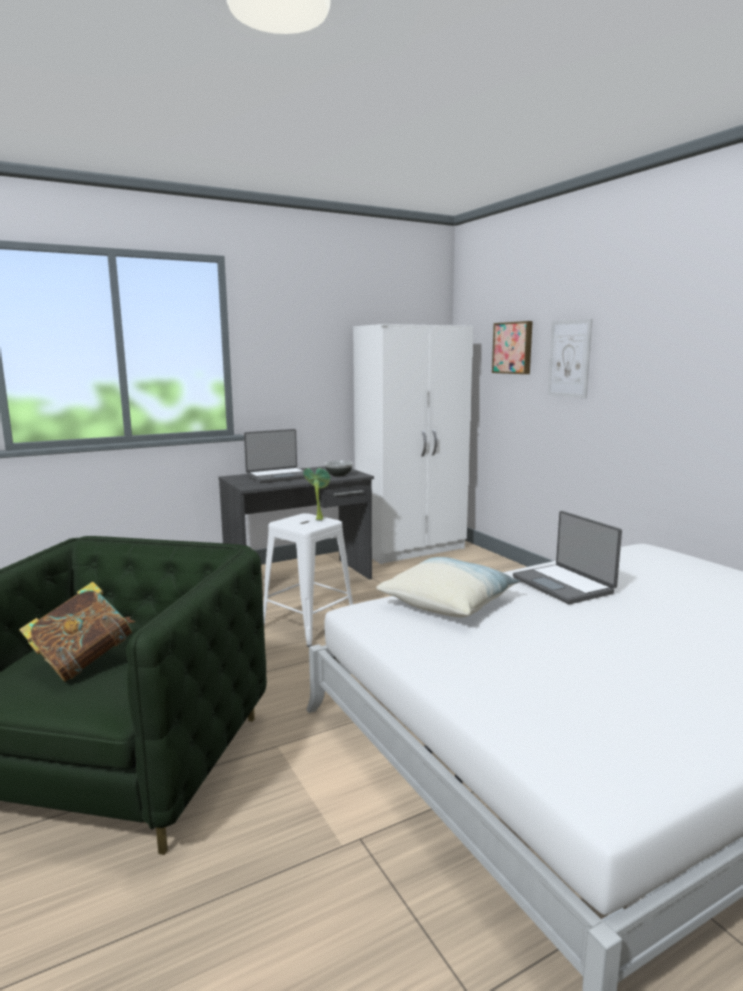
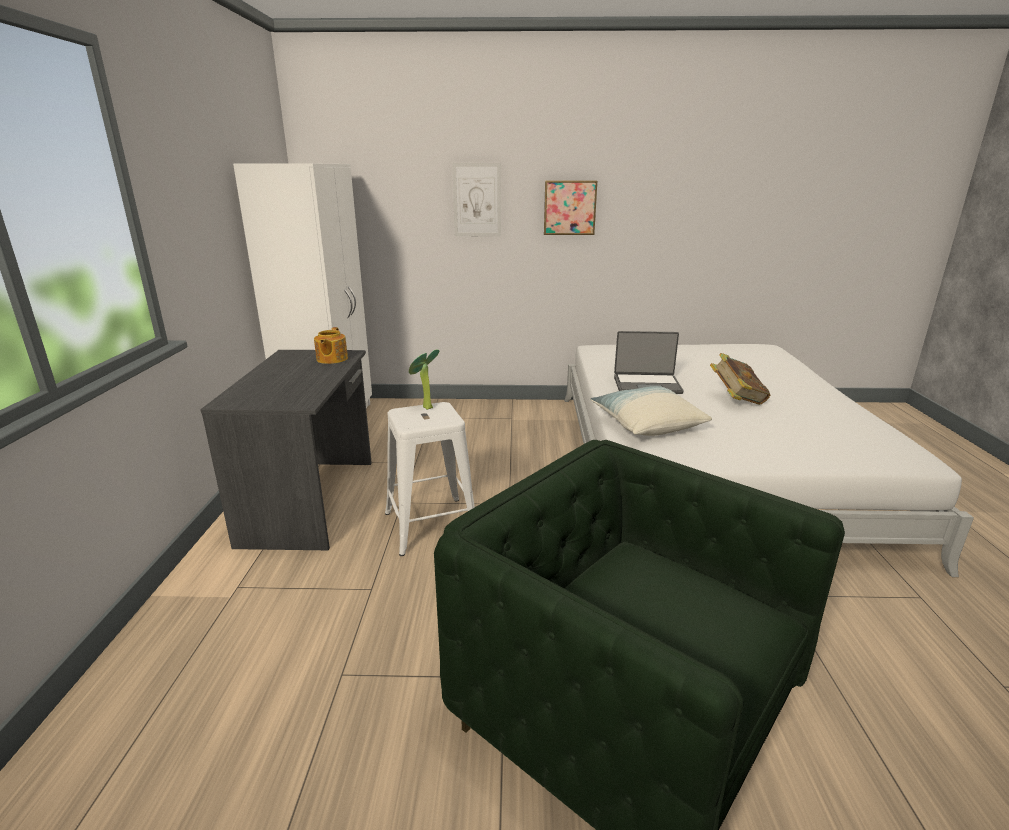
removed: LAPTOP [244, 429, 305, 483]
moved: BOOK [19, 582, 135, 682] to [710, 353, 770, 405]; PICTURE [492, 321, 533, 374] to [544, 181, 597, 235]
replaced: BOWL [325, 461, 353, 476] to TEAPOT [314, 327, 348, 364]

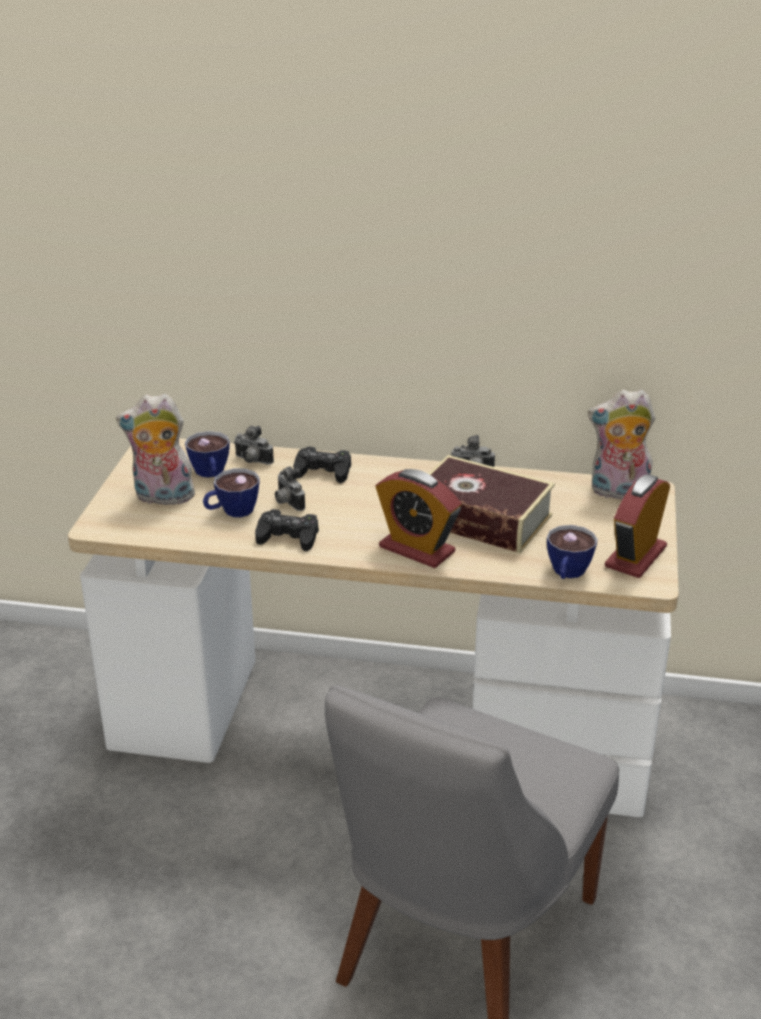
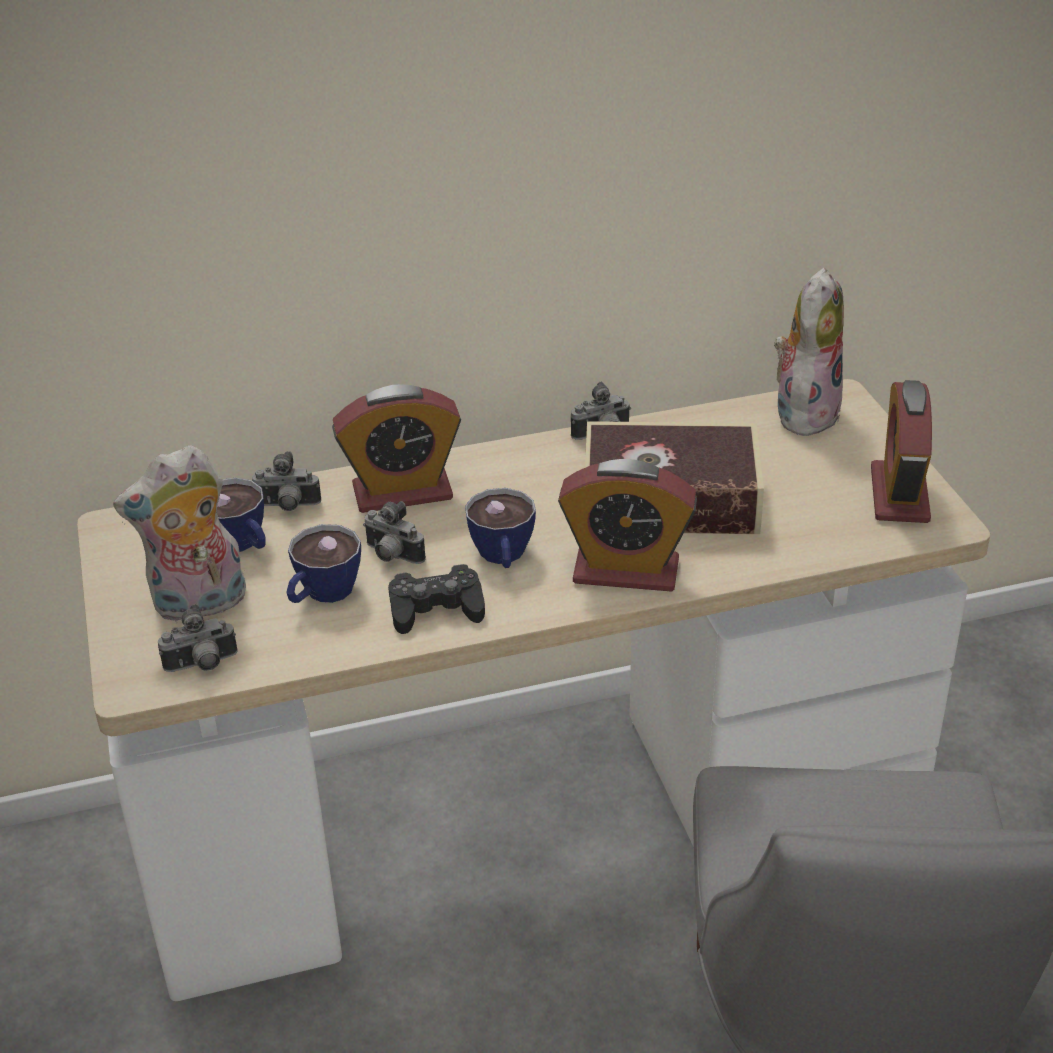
added: PHOTO CAMERA [158, 604, 238, 672]
moved: CUP [547, 525, 598, 579] to [465, 488, 536, 568]
replaced: BLACK GAME CONTROLLER [293, 447, 351, 483] to ALARM CLOCK [332, 385, 461, 513]
turned: PLUSH TOY [588, 390, 655, 499] = [774, 268, 844, 436] 135 degrees clockwise

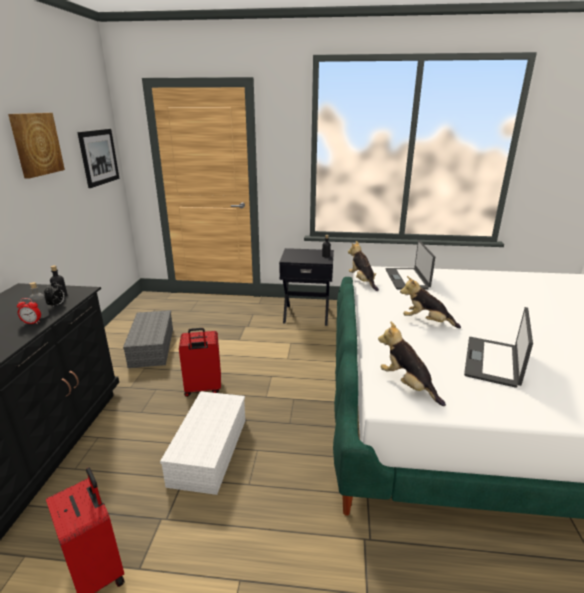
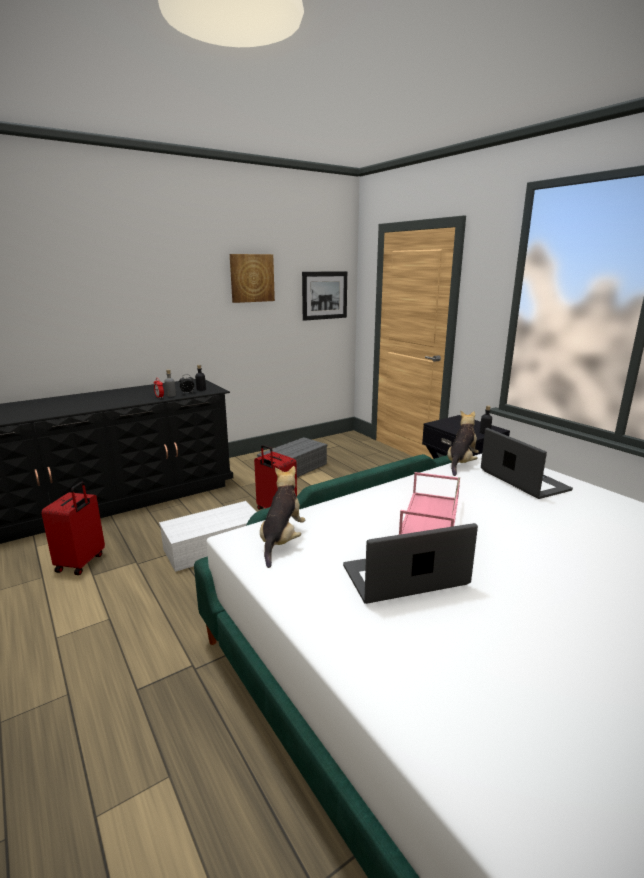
replaced: PLUSH TOY [400, 276, 461, 328] to PINK TRAY [399, 472, 460, 535]
turned: LAPTOP [385, 240, 435, 289] = [481, 428, 573, 499] 105 degrees clockwise

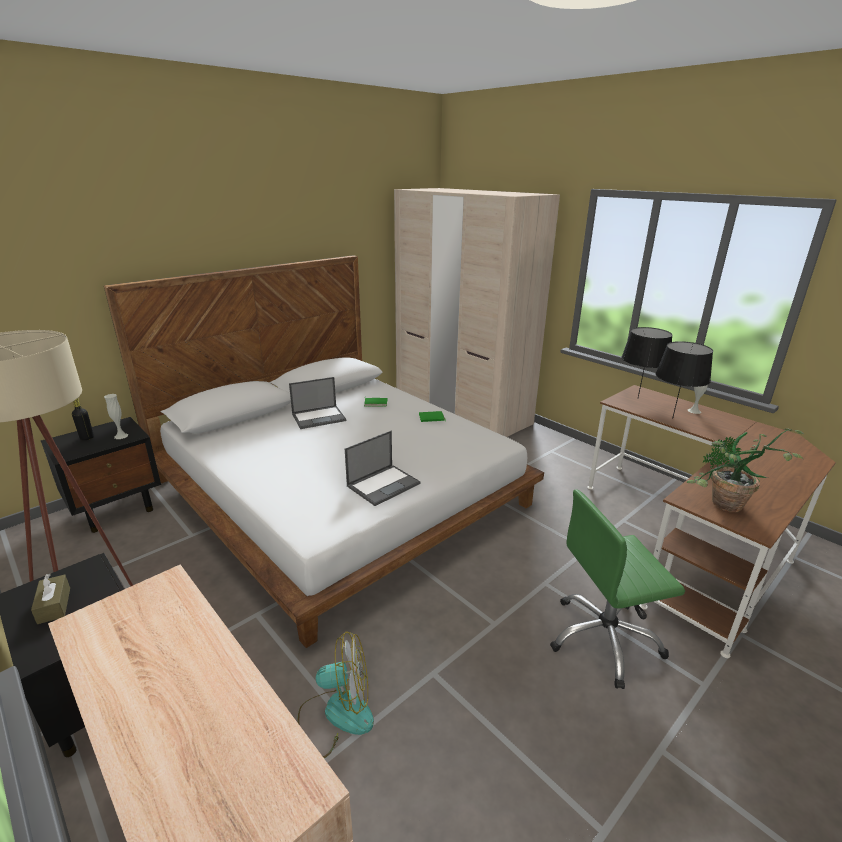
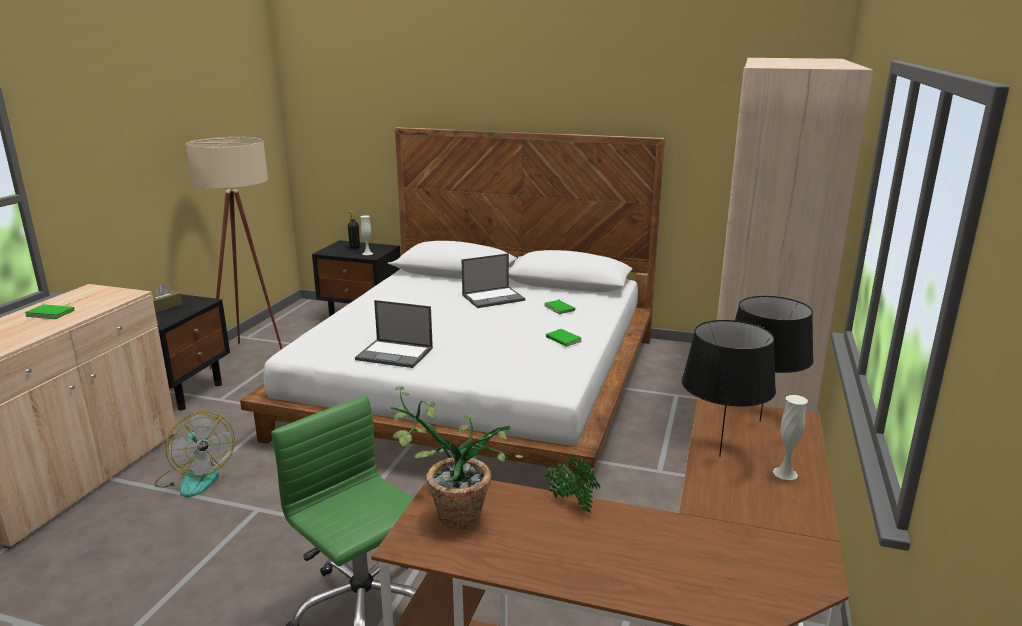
added: GREEN BOOK [25, 302, 75, 319]
turned: LAPTOP [289, 377, 346, 429] = [462, 253, 525, 308] 60 degrees counterclockwise

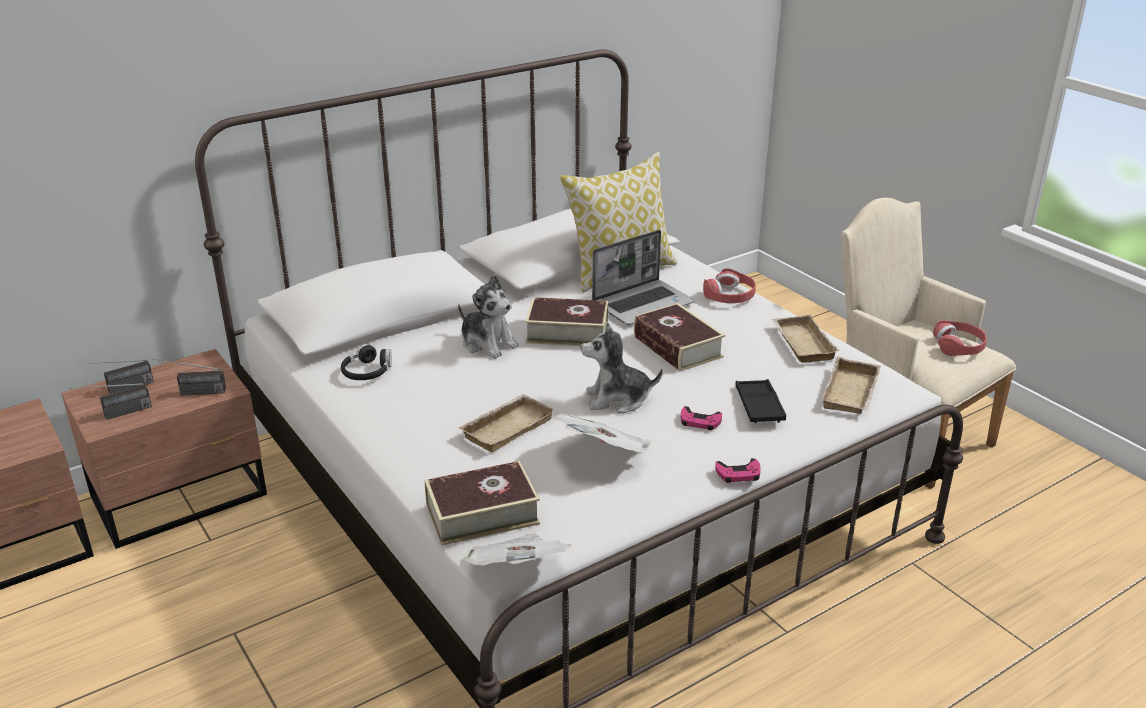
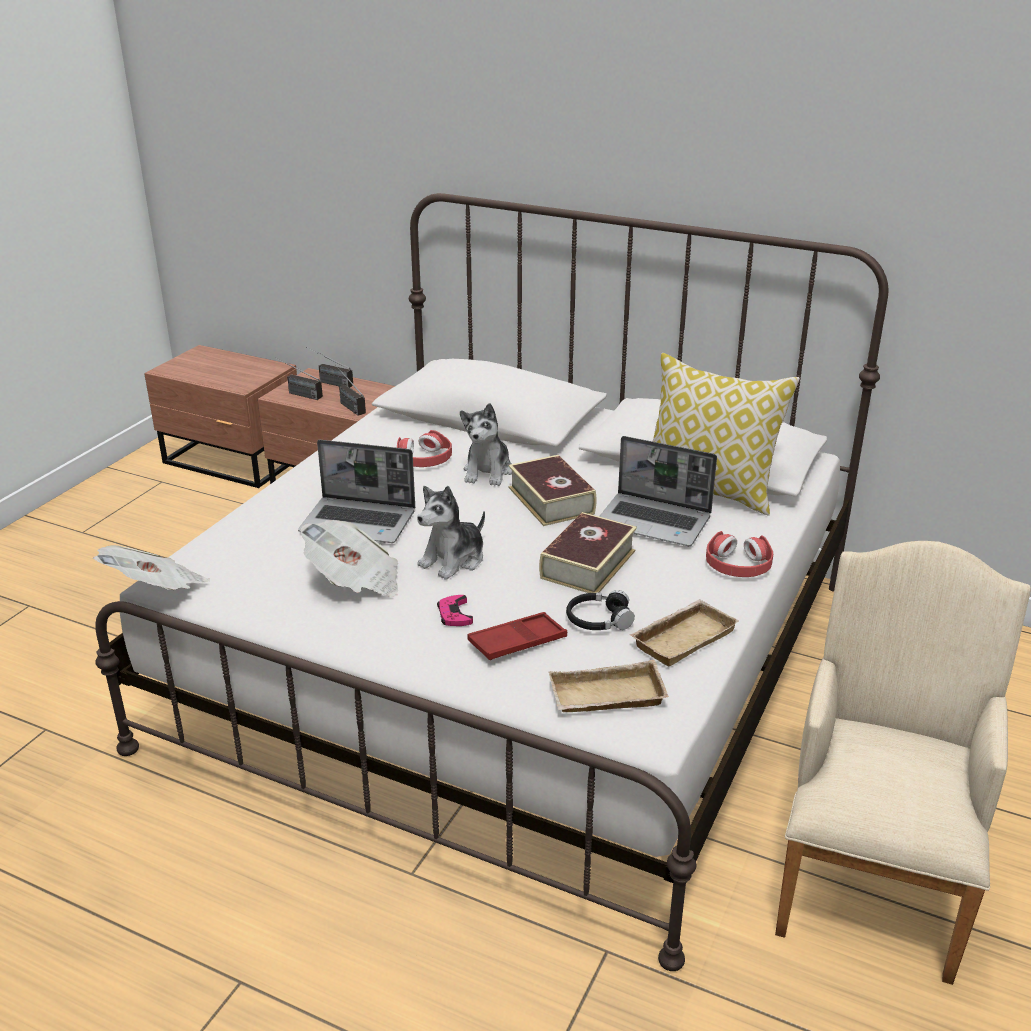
removed: BOOK [424, 461, 540, 546]; PINK GAME CONTROLLER [715, 458, 760, 483]
moved: BLACK HEADPHONES [341, 344, 392, 380] to [566, 590, 635, 630]; RED HEADPHONES [933, 320, 987, 356] to [397, 430, 452, 467]
replaced: BEIGE TRAY [458, 394, 555, 452] to LAPTOP [298, 440, 415, 543]
recoloured: BLACK TRAY [735, 379, 786, 424] to RED TRAY [468, 612, 567, 660]
turned: PLUSH TOY [581, 323, 663, 414] = [417, 486, 485, 580] 105 degrees counterclockwise

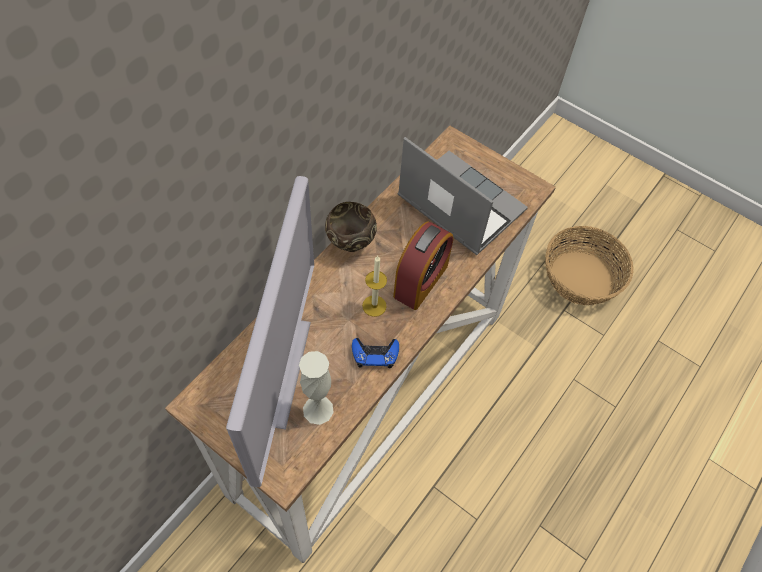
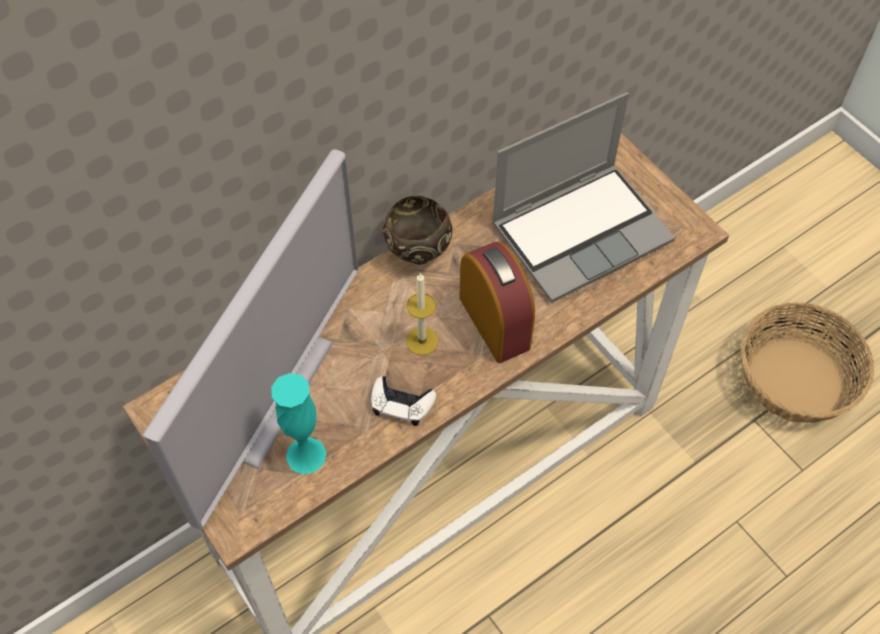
recoloured: WHITE VASE [299, 351, 334, 425] to TURQUOISE VASE [271, 373, 327, 474]; BLUE GAME CONTROLLER [352, 338, 399, 368] to WHITE GAME CONTROLLER [371, 376, 436, 426]
turned: ALARM CLOCK [393, 222, 454, 310] = [459, 242, 535, 363] 75 degrees counterclockwise; LAPTOP [398, 137, 528, 255] = [492, 92, 675, 303] 90 degrees clockwise

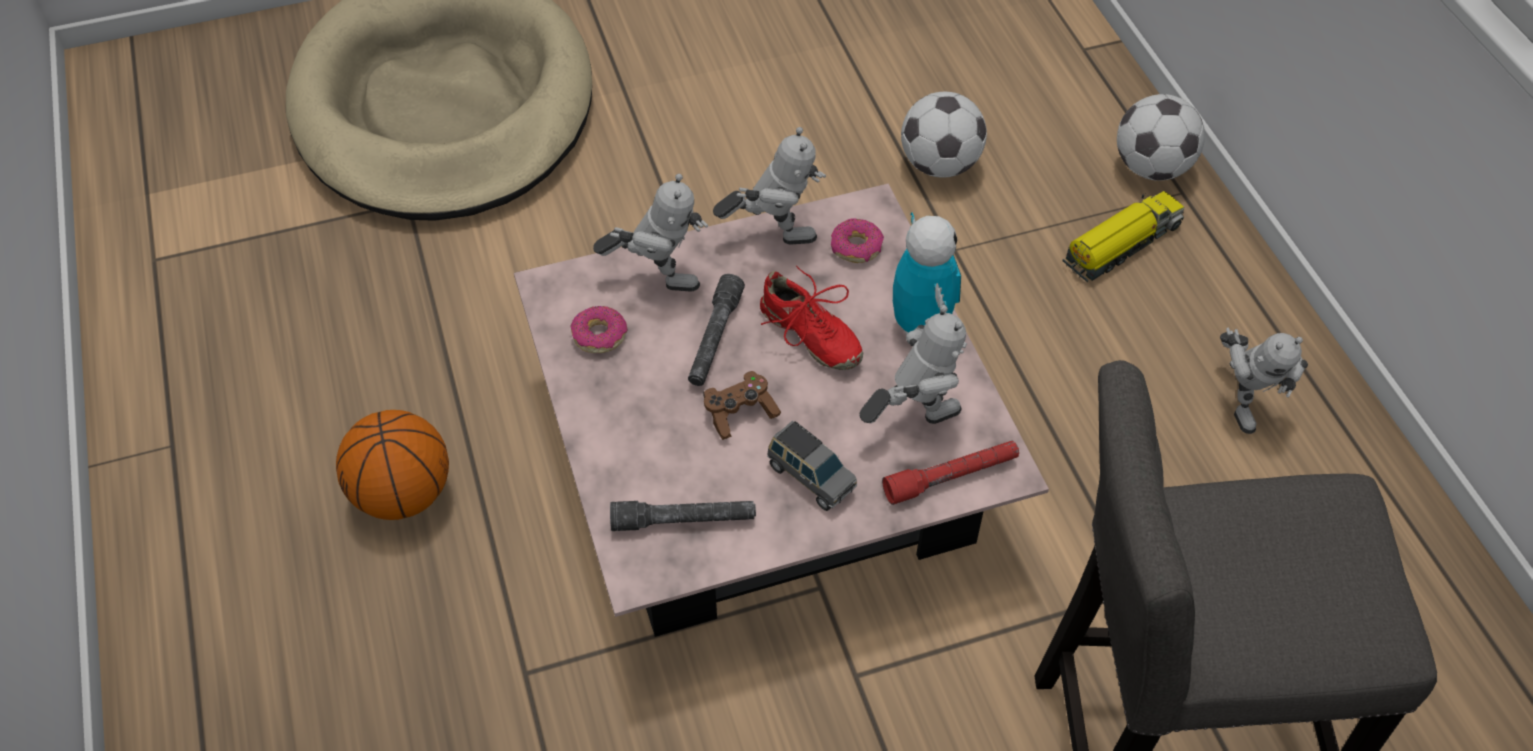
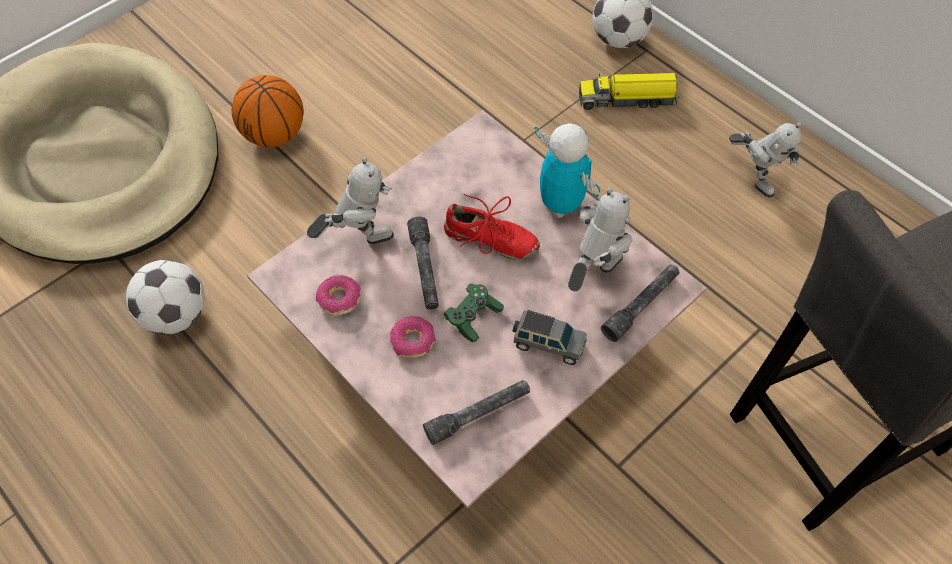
removed: TOY ROBOT [713, 127, 826, 245]
moved: BASKETBALL [336, 410, 449, 520] to [232, 75, 304, 147]; DONUT [831, 218, 884, 263] to [390, 316, 436, 358]; FOOTBALL [901, 92, 987, 177] to [126, 260, 205, 334]
recoloured: BROWN GAME CONTROLLER [703, 371, 781, 440] to GREEN GAME CONTROLLER [444, 283, 504, 342]; RED FLASHLIGHT [882, 441, 1019, 505] to GREY FLASHLIGHT [601, 264, 680, 342]
turned: TOY TRUCK [1063, 191, 1184, 282] = [579, 73, 679, 110] 120 degrees counterclockwise

